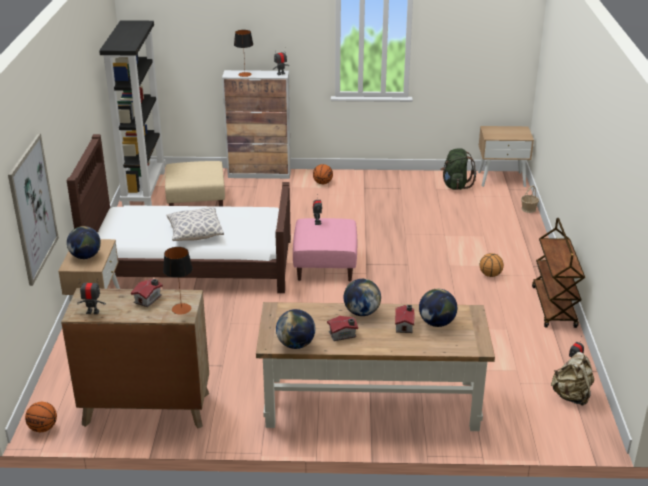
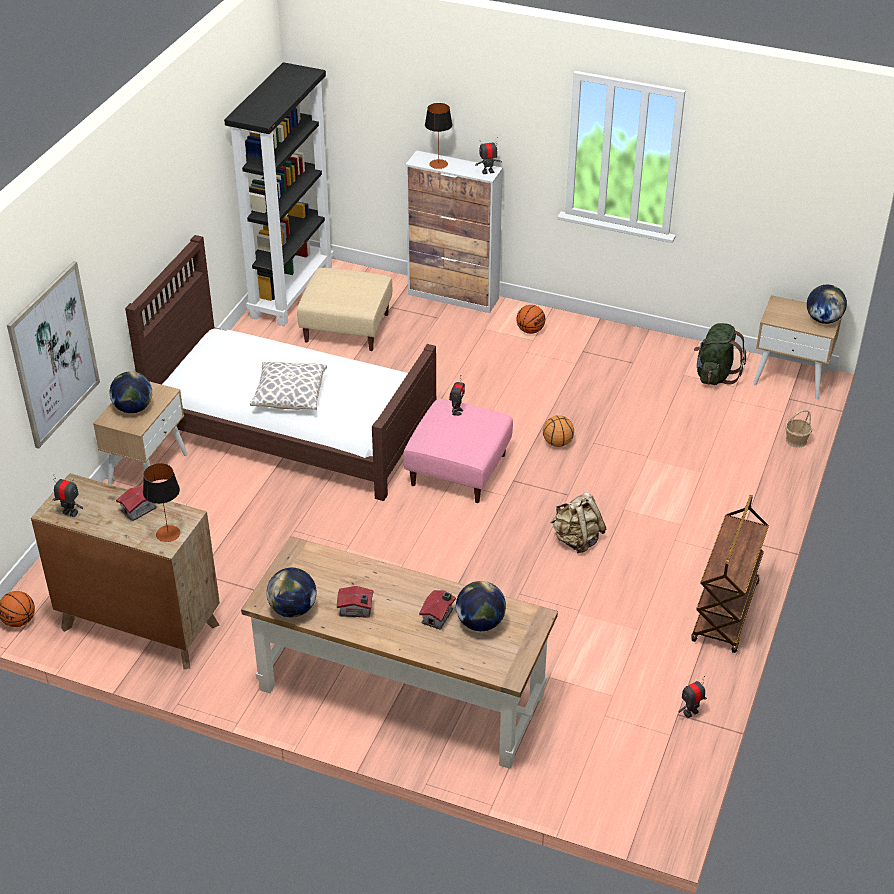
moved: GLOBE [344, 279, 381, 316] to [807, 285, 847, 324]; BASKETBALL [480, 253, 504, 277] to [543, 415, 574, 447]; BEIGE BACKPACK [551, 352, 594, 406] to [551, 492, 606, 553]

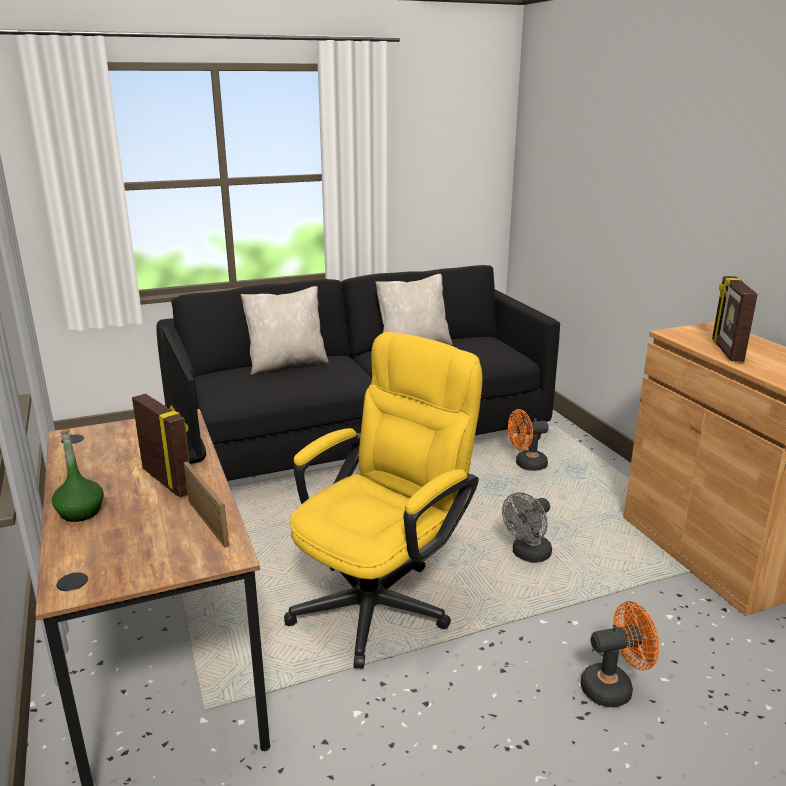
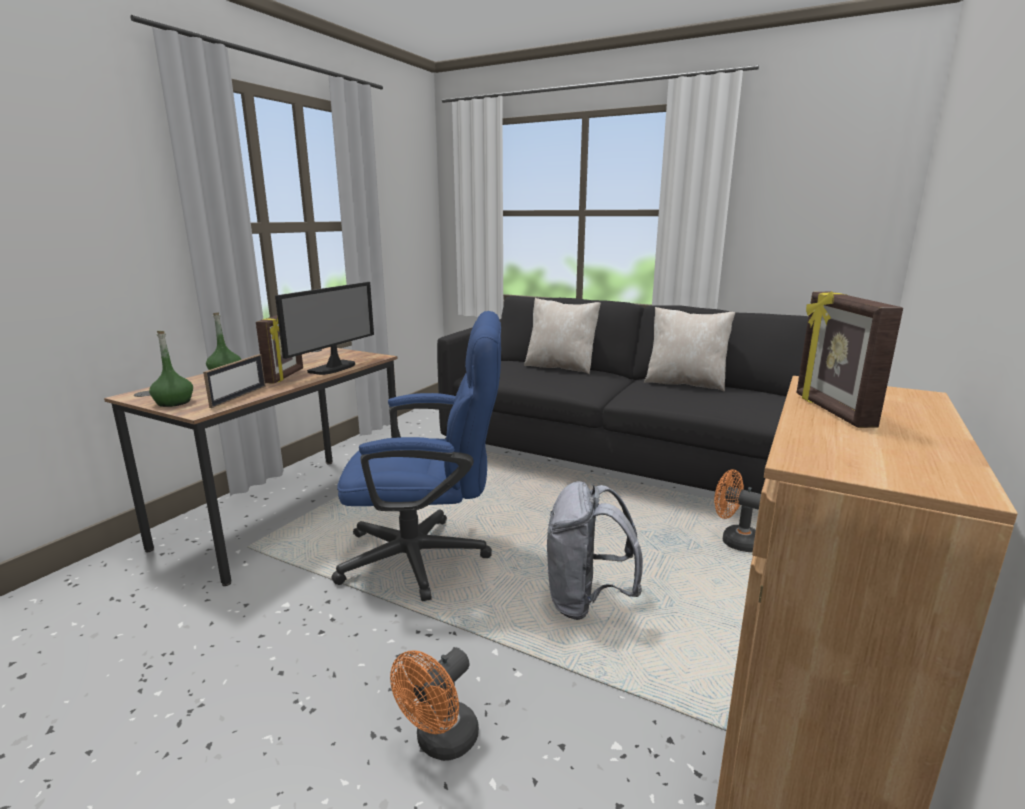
added: GREEN BOTTLE [149, 331, 193, 407]
replaced: GREY FAN [502, 492, 552, 563] to GREY BACKPACK [547, 481, 643, 620]
recoloured: YELLOW OFFICE CHAIR [284, 332, 482, 668] to BLUE OFFICE CHAIR [331, 311, 501, 601]
turned: ORANGE FAN [581, 601, 659, 707] = [390, 648, 479, 761] 90 degrees clockwise; PICTURE FRAME [712, 276, 758, 362] = [796, 291, 903, 428] 60 degrees counterclockwise

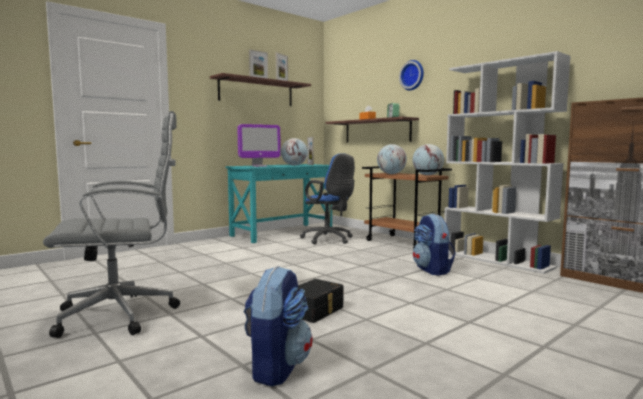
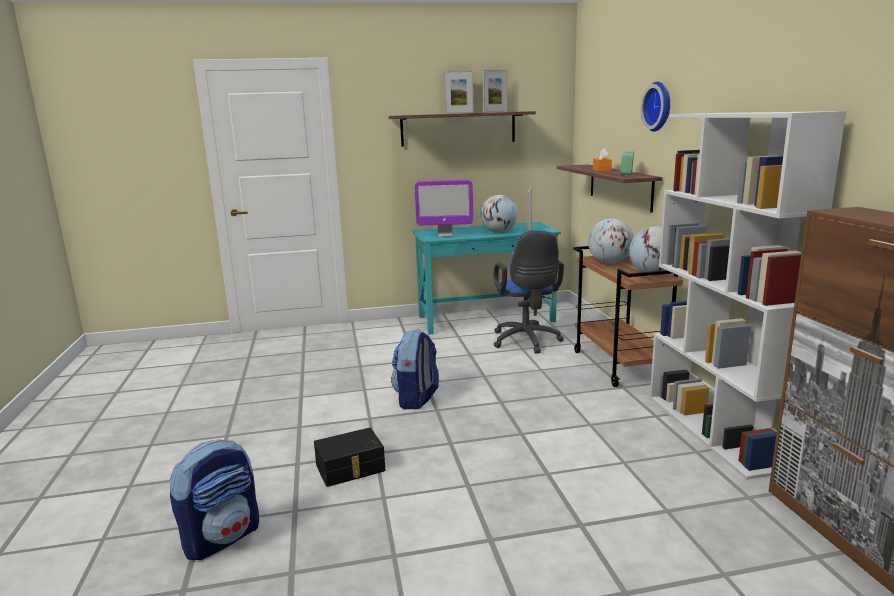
removed: GREY OFFICE CHAIR [43, 111, 180, 338]
moved: BACKPACK [413, 214, 456, 275] to [391, 329, 439, 409]

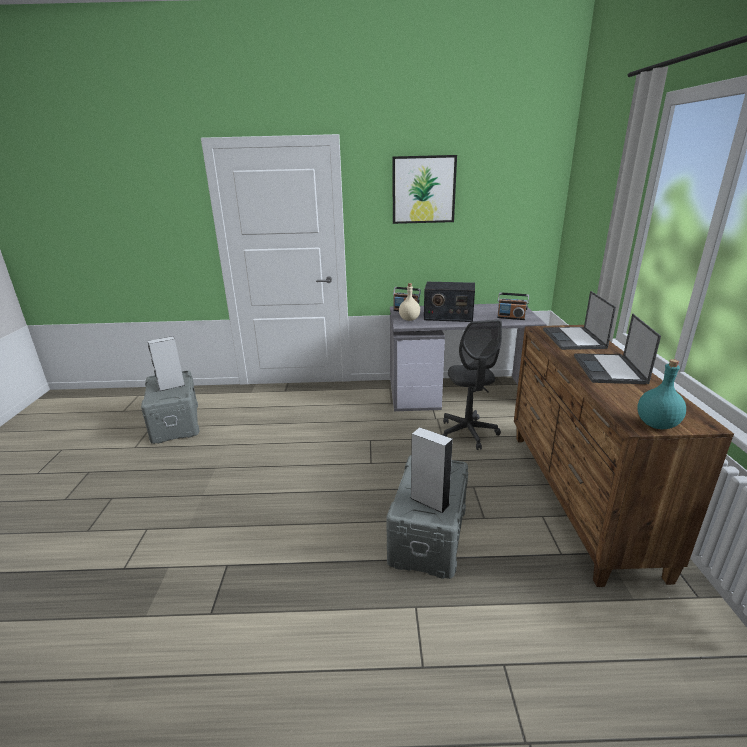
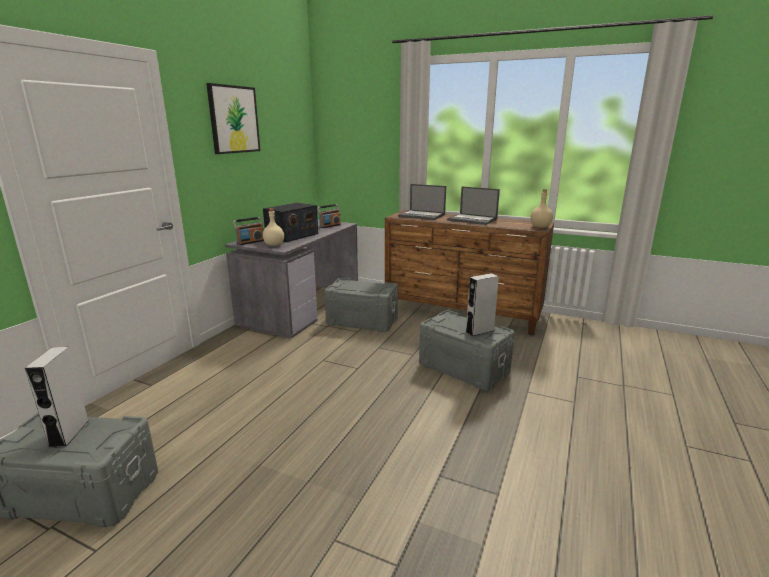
replaced: GREY OFFICE CHAIR [442, 320, 502, 450] to GREY STORAGE BOX [324, 278, 398, 332]
recoloured: TURQUOISE BOTTLE [637, 359, 686, 429] to BEIGE BOTTLE [530, 189, 553, 228]

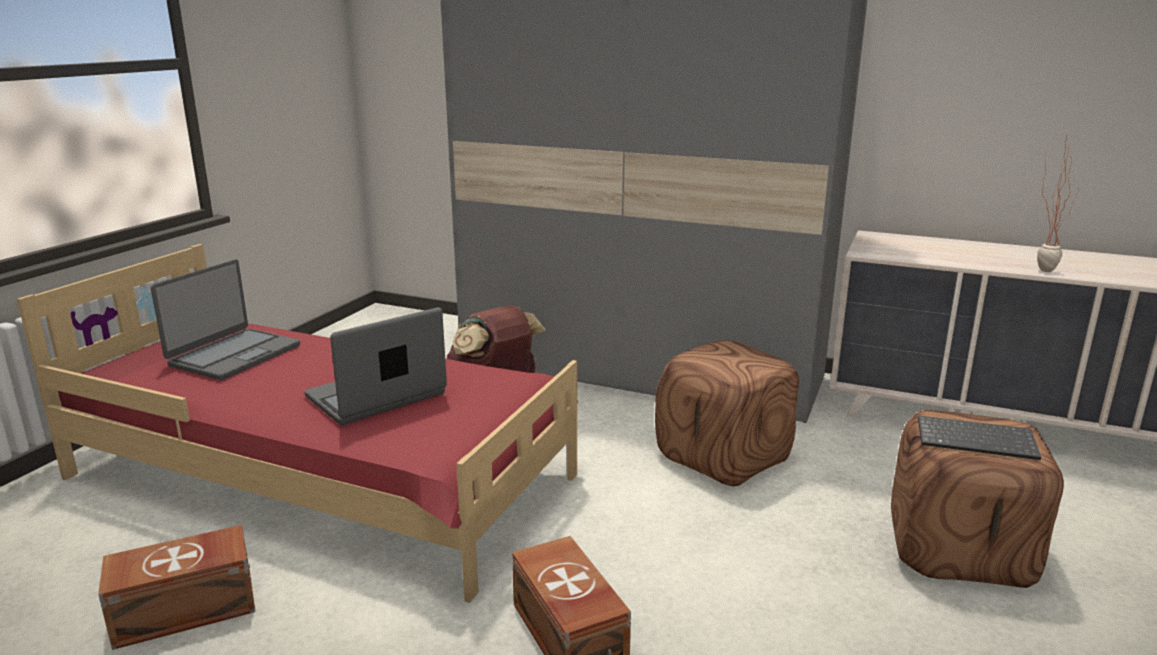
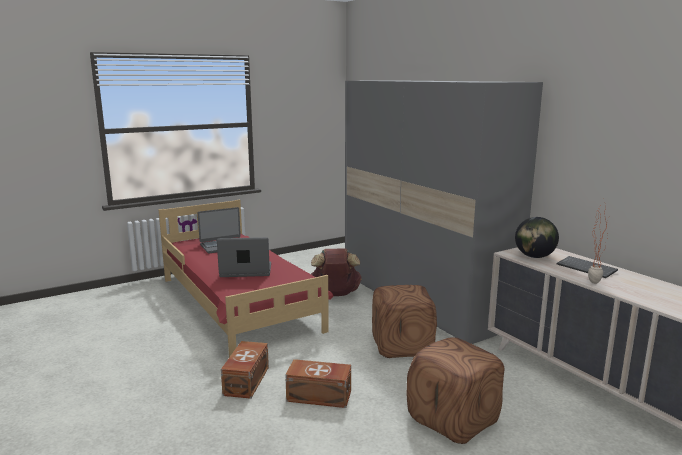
added: GLOBE [515, 217, 559, 258]
moved: BROWN STORAGE BOX [98, 525, 255, 650] to [285, 359, 351, 408]; KEYBOARD [918, 415, 1041, 460] to [557, 256, 618, 278]

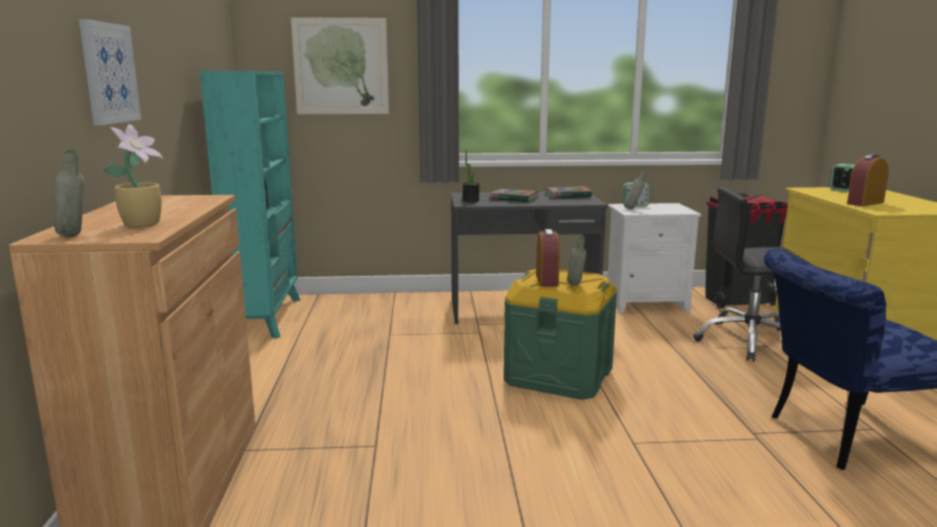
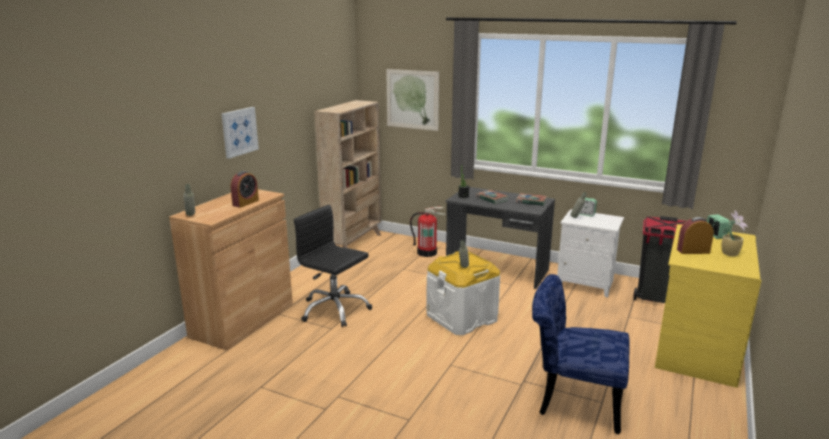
added: FIRE EXTINGUISHER [410, 207, 445, 257]
moved: POTTED PLANT [102, 124, 163, 227] to [722, 210, 748, 256]; ALARM CLOCK [536, 229, 560, 287] to [231, 171, 259, 208]; BLACK OFFICE CHAIR [693, 187, 811, 362] to [294, 205, 372, 327]
recoloured: TURQUOISE BOOKCASE [200, 71, 300, 339] to BEIGE BOOKCASE [314, 100, 381, 248]; GREEN STORAGE BOX [504, 269, 617, 400] to WHITE STORAGE BOX [426, 251, 500, 335]

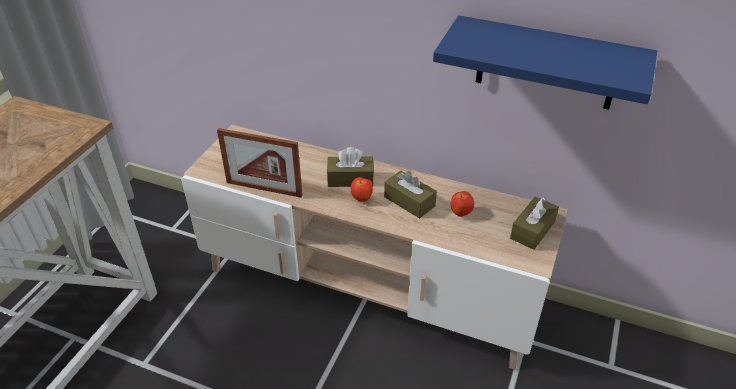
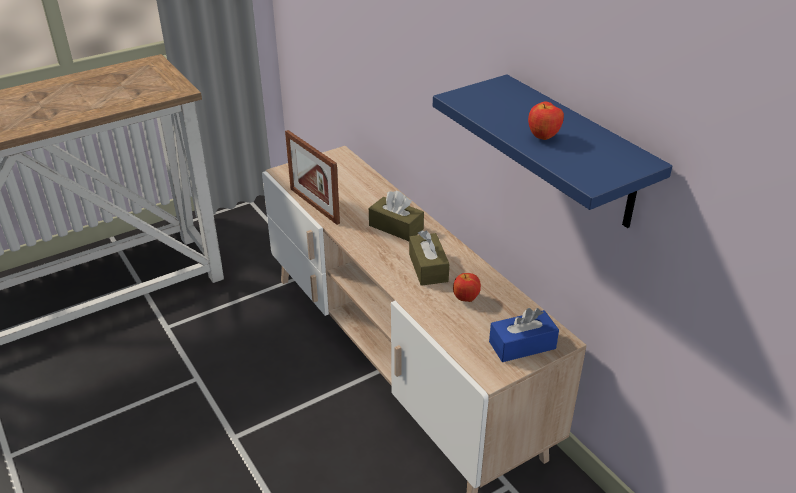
moved: APPLE [351, 177, 373, 202] to [528, 102, 564, 140]
recoloured: BROWN TISSUE BOX [510, 197, 559, 250] to BLUE TISSUE BOX [489, 308, 559, 362]

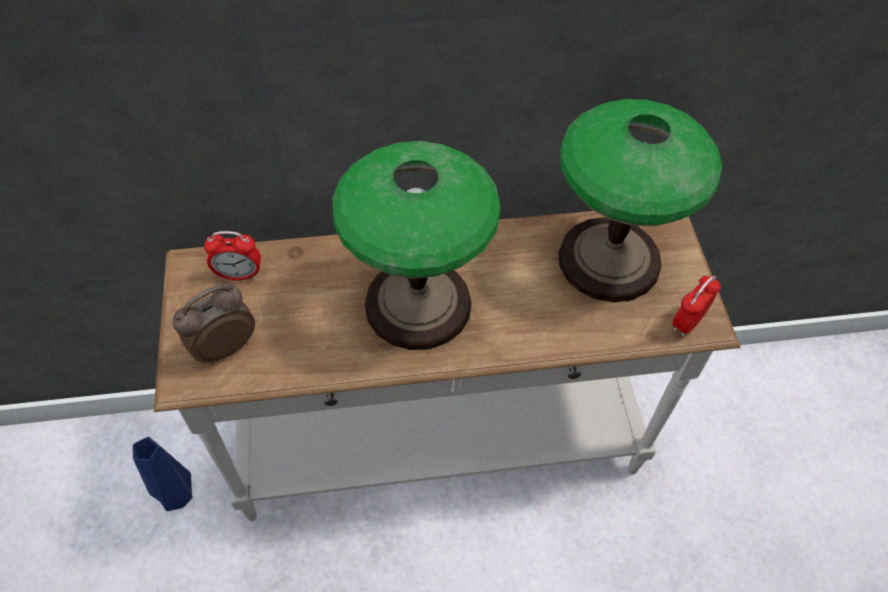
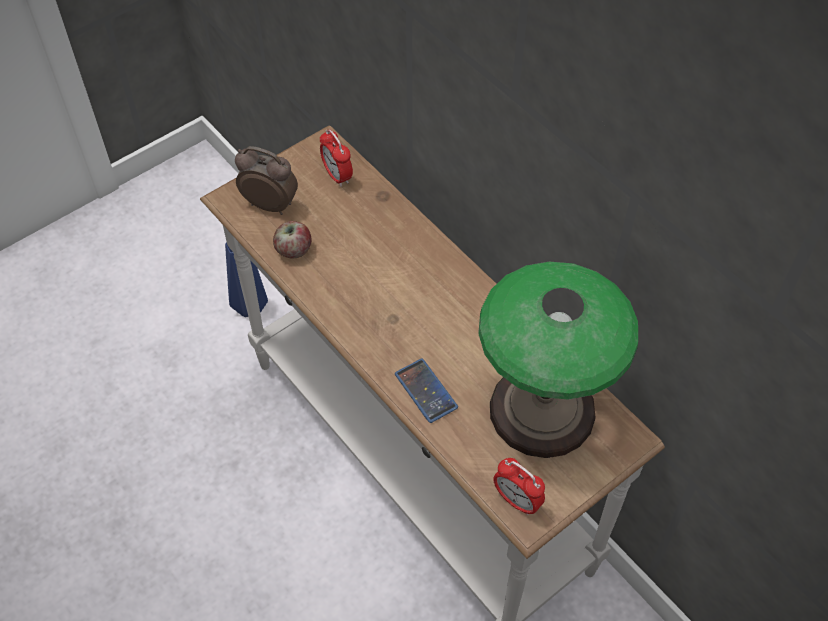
removed: TABLE LAMP [332, 141, 501, 350]
added: APPLE [273, 221, 311, 258]; PHONE [395, 359, 458, 423]
turned: ALARM CLOCK [672, 276, 721, 337] = [493, 458, 545, 515] 150 degrees counterclockwise

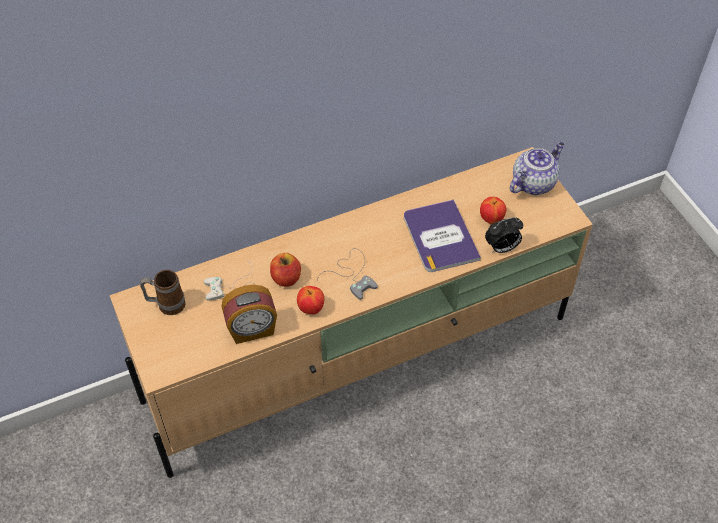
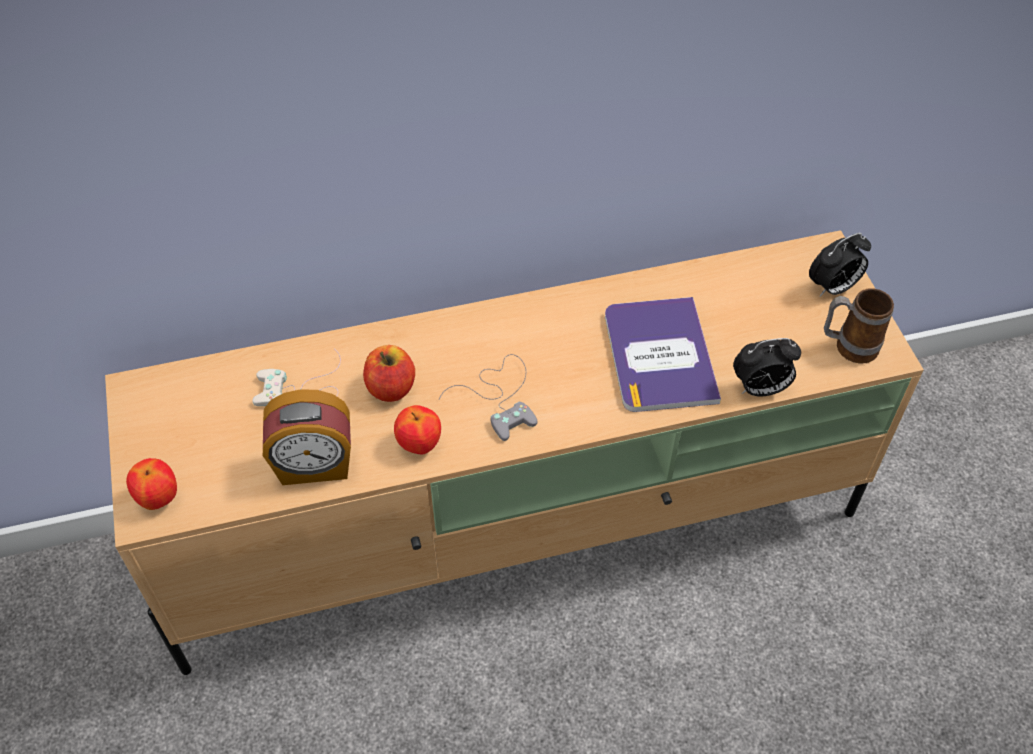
moved: MUG [140, 270, 186, 315] to [824, 288, 894, 364]; APPLE [480, 197, 506, 225] to [126, 458, 177, 510]
replaced: TEAPOT [510, 142, 565, 195] to ALARM CLOCK [809, 233, 871, 297]

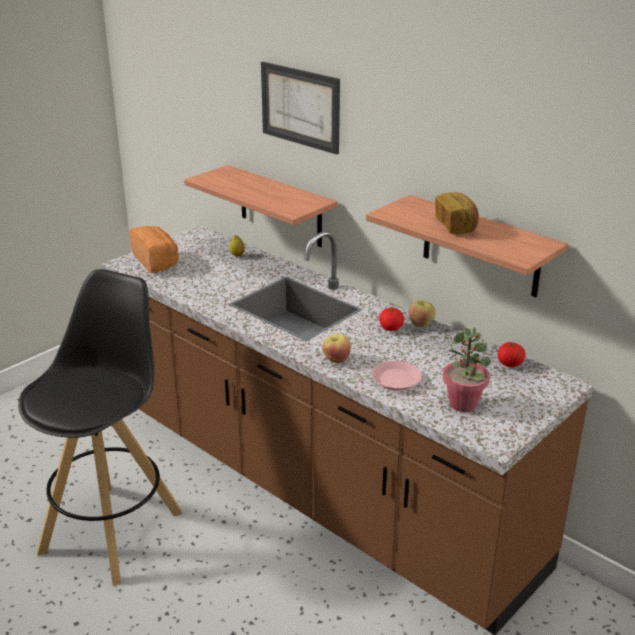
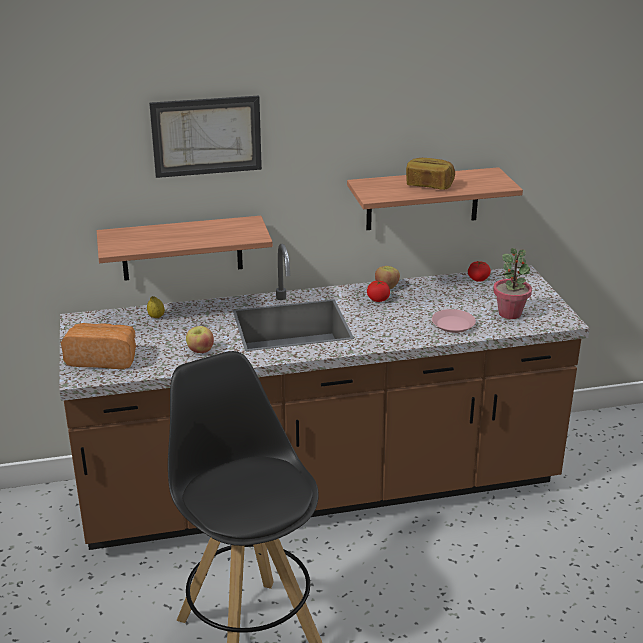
moved: APPLE [322, 333, 351, 363] to [186, 326, 214, 353]

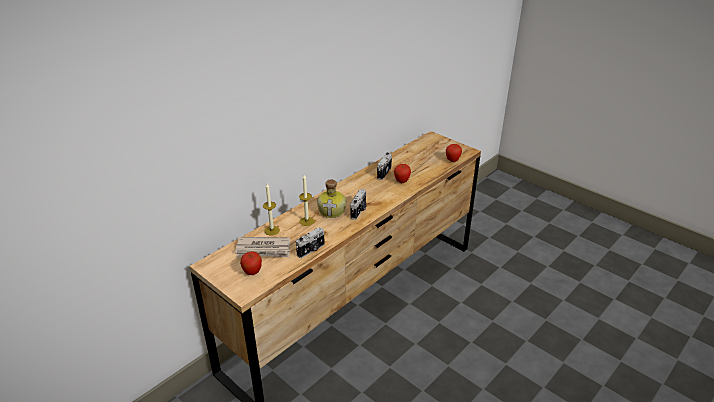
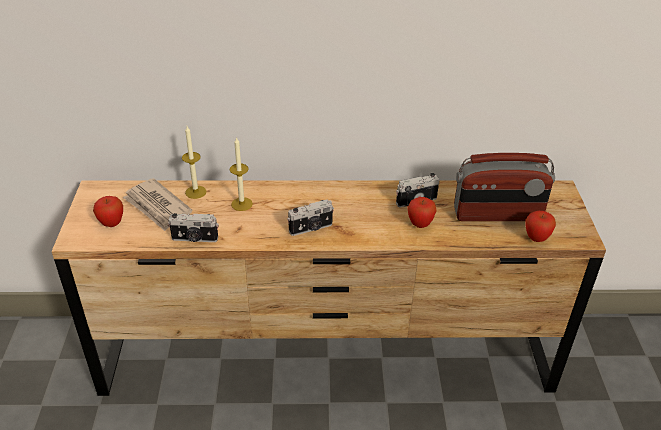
removed: BOTTLE [317, 179, 346, 218]
added: RADIO [454, 153, 555, 221]

